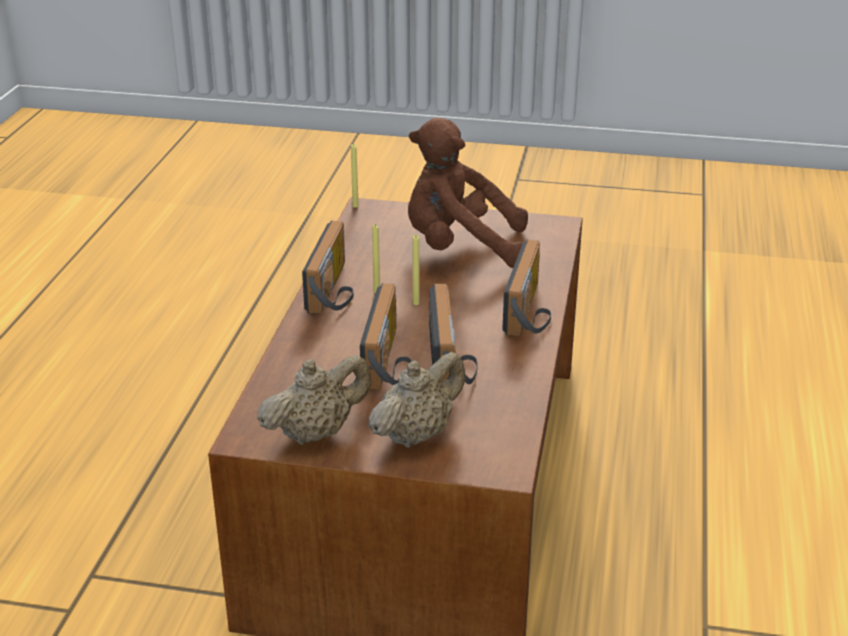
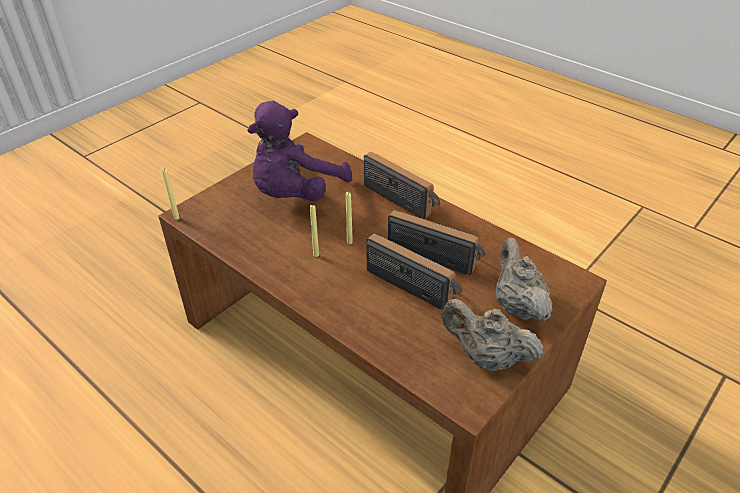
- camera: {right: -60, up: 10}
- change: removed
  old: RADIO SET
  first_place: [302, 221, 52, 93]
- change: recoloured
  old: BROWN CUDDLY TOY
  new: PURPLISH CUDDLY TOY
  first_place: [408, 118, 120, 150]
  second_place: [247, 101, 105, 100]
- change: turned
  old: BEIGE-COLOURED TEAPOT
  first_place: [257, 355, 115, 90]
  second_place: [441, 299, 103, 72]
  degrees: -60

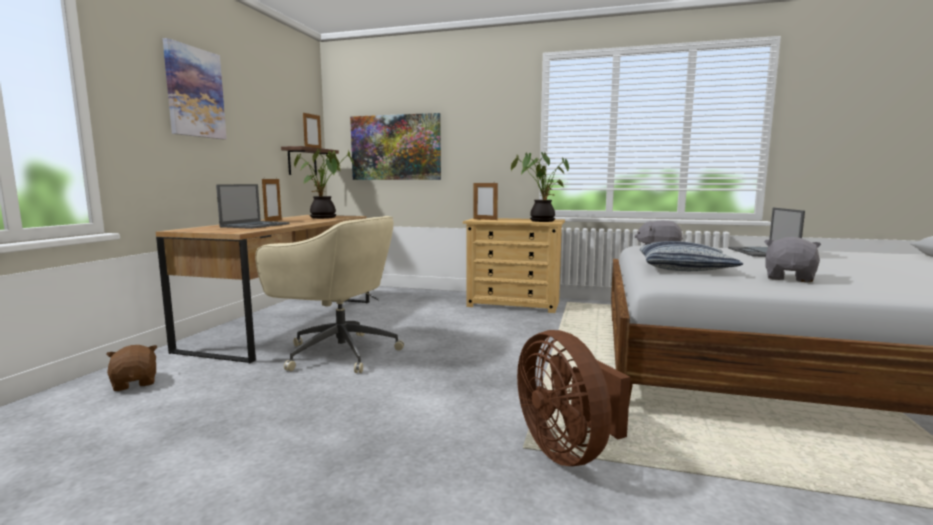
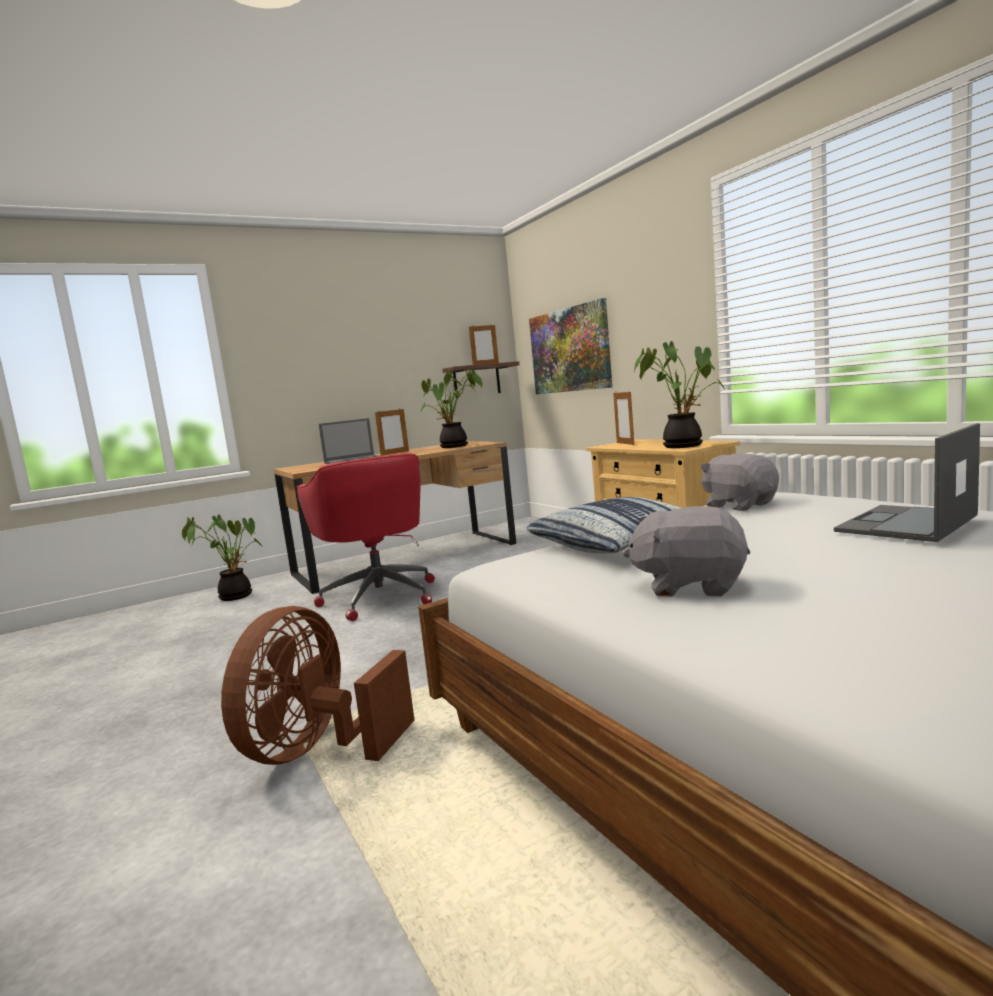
- camera: {right: 45, up: 0}
- change: removed
  old: PICTURE
  first_place: [163, 38, 64, 101]
- change: replaced
  old: BROWN CUDDLY TOY
  new: HOUSEPLANT
  first_place: [106, 345, 52, 46]
  second_place: [182, 514, 80, 87]
- change: recoloured
  old: BEIGE-COLOURED OFFICE CHAIR
  new: REDDISH OFFICE CHAIR
  first_place: [255, 216, 149, 157]
  second_place: [296, 453, 139, 168]
- change: turned
  old: GREYISH CUDDLY TOY
  first_place: [764, 237, 57, 45]
  second_place: [623, 506, 127, 91]
  degrees: -150

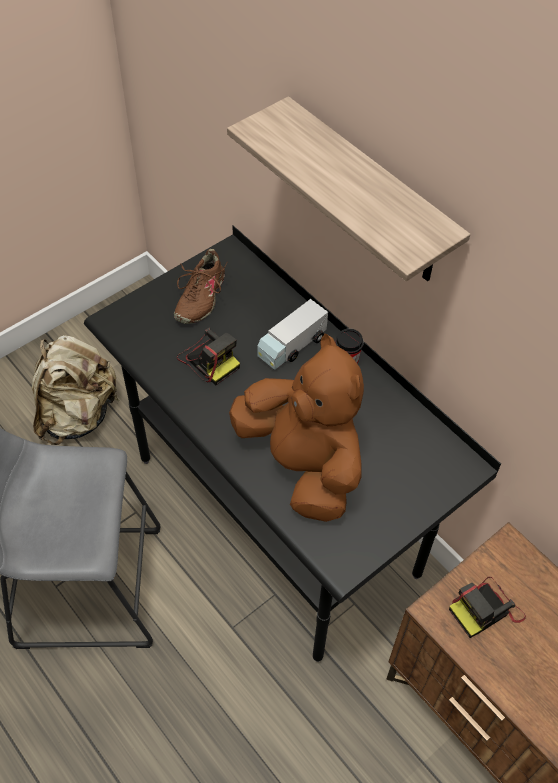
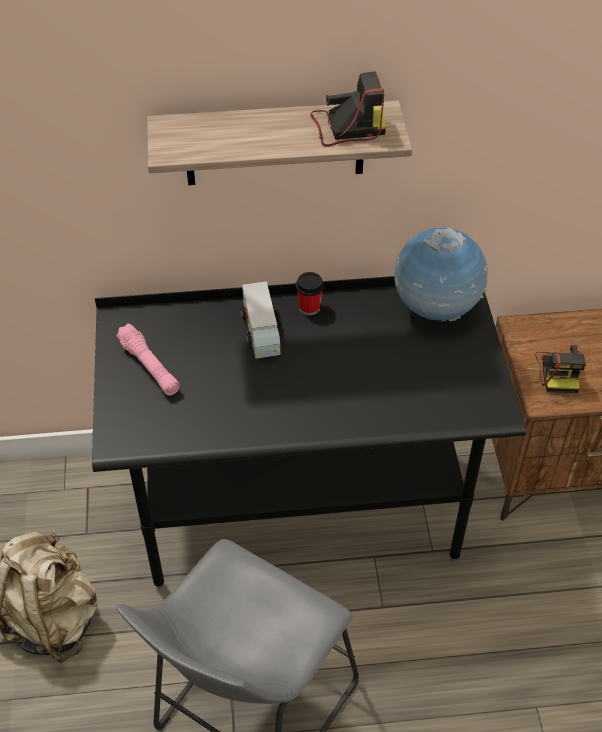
- camera: {right: -55, up: -5}
- change: removed
  old: BROWN CUDDLY TOY
  first_place: [229, 334, 135, 188]
- change: added
  new: DESK GLOBE
  second_place: [394, 227, 94, 95]
- change: moved
  old: STILL CAMERA
  first_place: [177, 327, 63, 58]
  second_place: [310, 71, 76, 76]
- change: replaced
  old: BROWN LOW SHOE
  new: PINKISH FLASHLIGHT
  first_place: [174, 249, 54, 75]
  second_place: [116, 323, 64, 73]

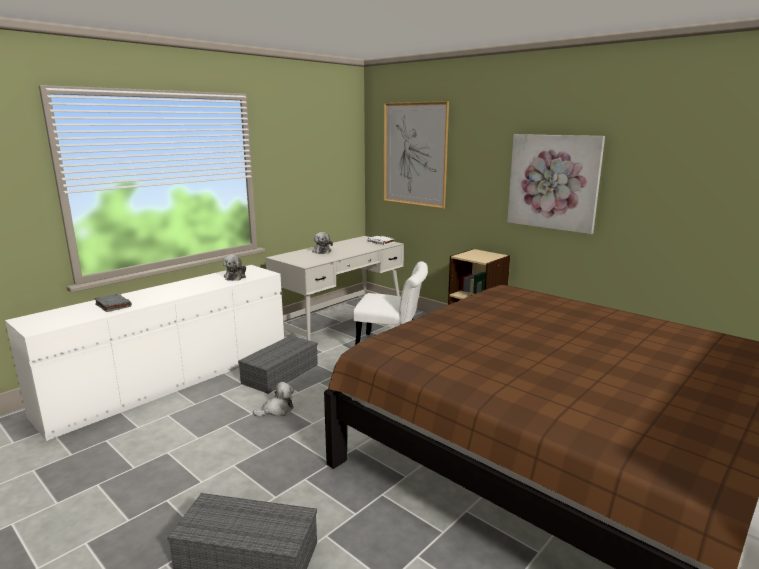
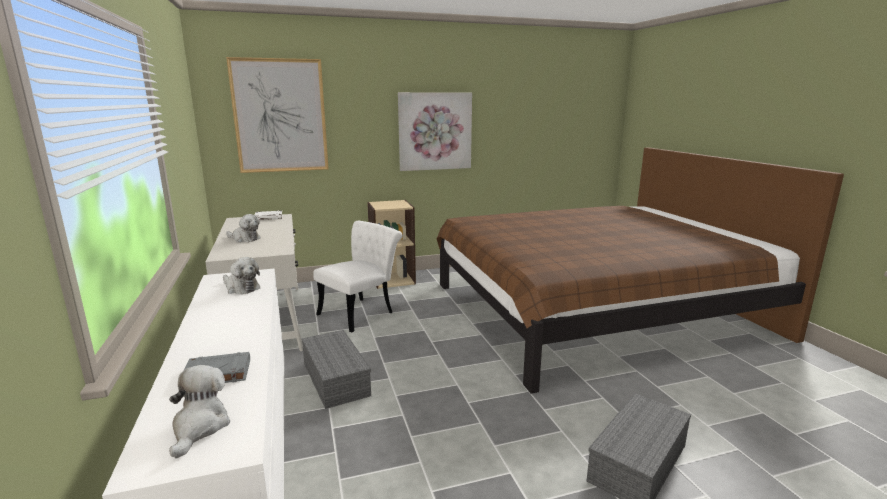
- camera: {right: -60, up: 0}
- change: moved
  old: CUDDLY TOY
  first_place: [253, 382, 41, 35]
  second_place: [169, 365, 61, 93]

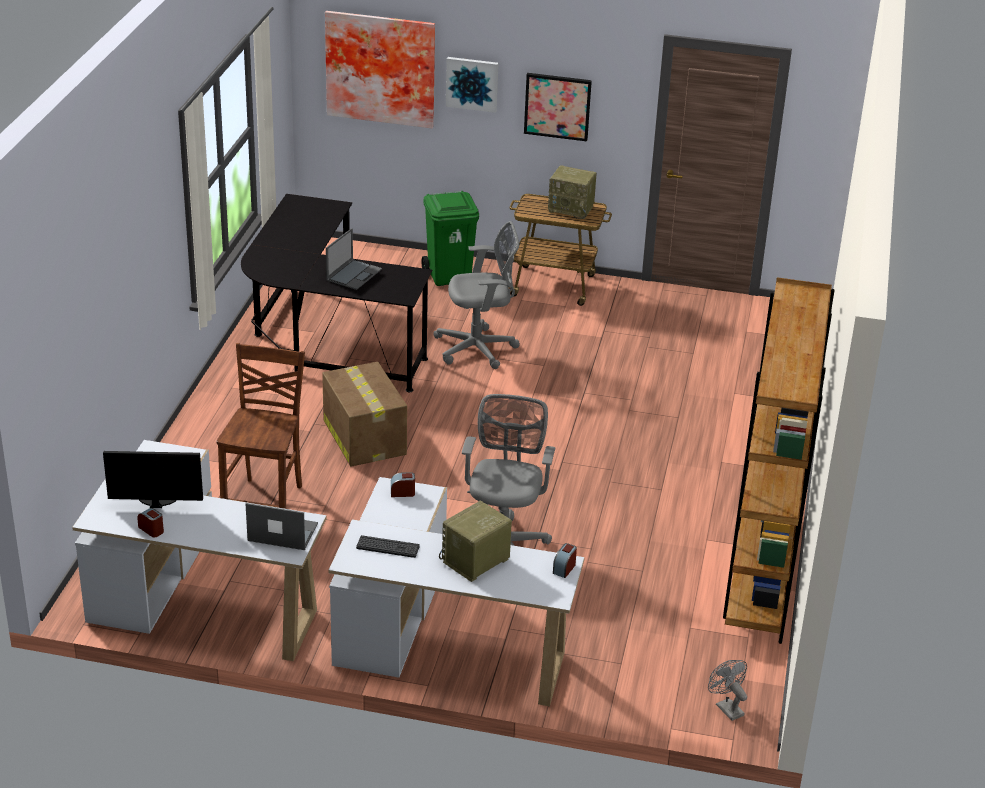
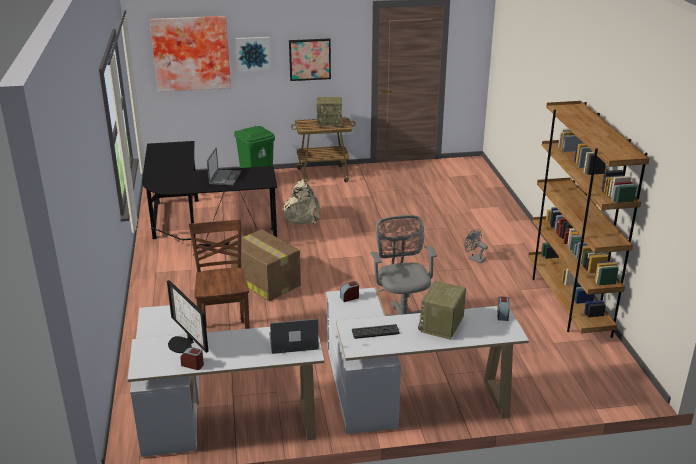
- camera: {right: -20, up: -5}
- change: moved
  old: GREYISH ELECTRIC FAN
  first_place: [708, 660, 39, 61]
  second_place: [464, 229, 24, 34]
- change: replaced
  old: GREYISH OFFICE CHAIR
  new: BEIGE-COLOURED BACKPACK
  first_place: [433, 221, 87, 148]
  second_place: [282, 180, 40, 45]
- change: turned
  old: COMPUTER SCREEN
  first_place: [103, 451, 100, 57]
  second_place: [167, 280, 42, 73]
  degrees: -105

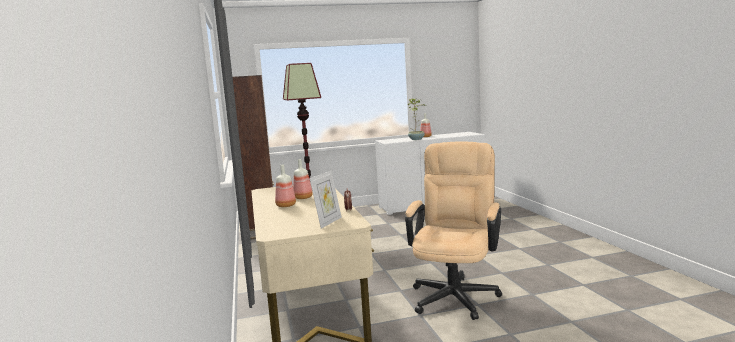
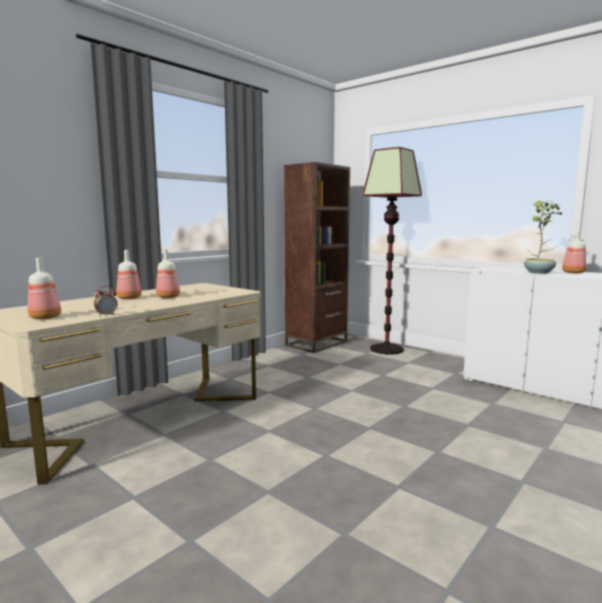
- camera: {right: 55, up: 0}
- change: removed
  old: BEIGE-COLOURED OFFICE CHAIR
  first_place: [405, 141, 97, 179]
- change: replaced
  old: PICTURE FRAME
  new: BOTTLE
  first_place: [310, 171, 31, 58]
  second_place: [28, 258, 33, 61]

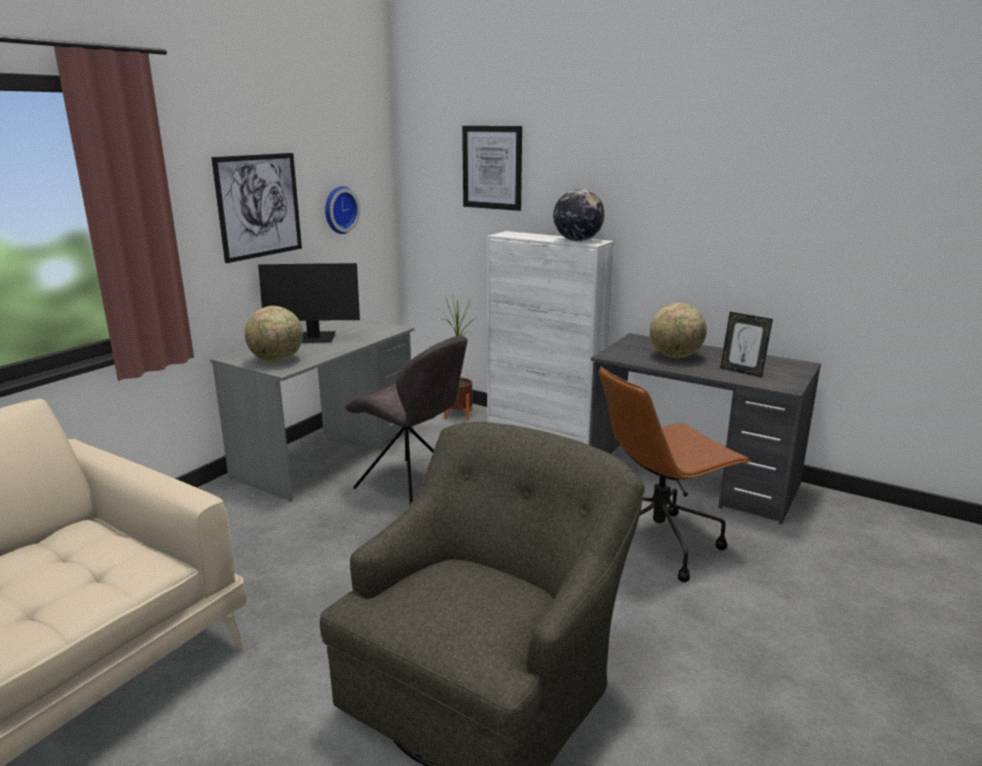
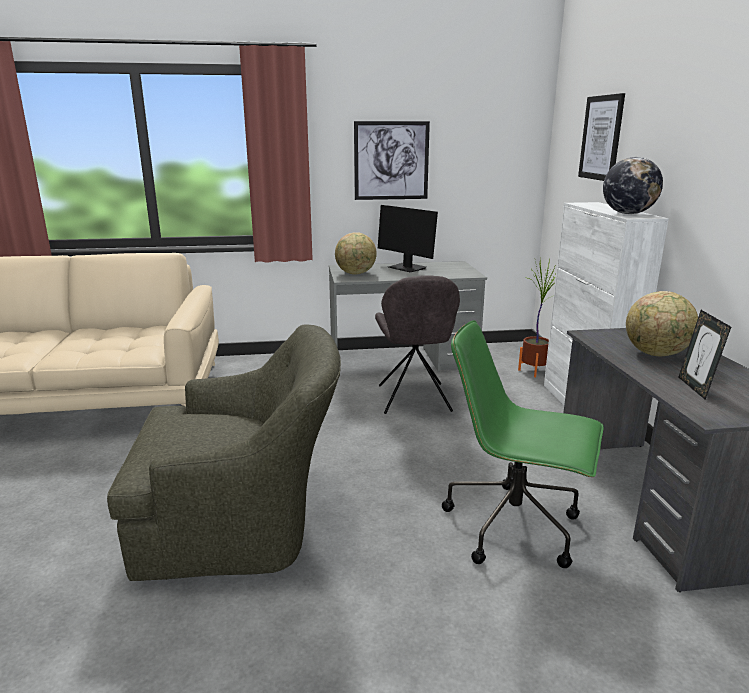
- camera: {right: 50, up: 0}
- change: removed
  old: WALL CLOCK
  first_place: [325, 186, 35, 48]
- change: recoloured
  old: BROWN OFFICE CHAIR
  new: GREENISH OFFICE CHAIR
  first_place: [599, 367, 152, 215]
  second_place: [442, 320, 161, 248]

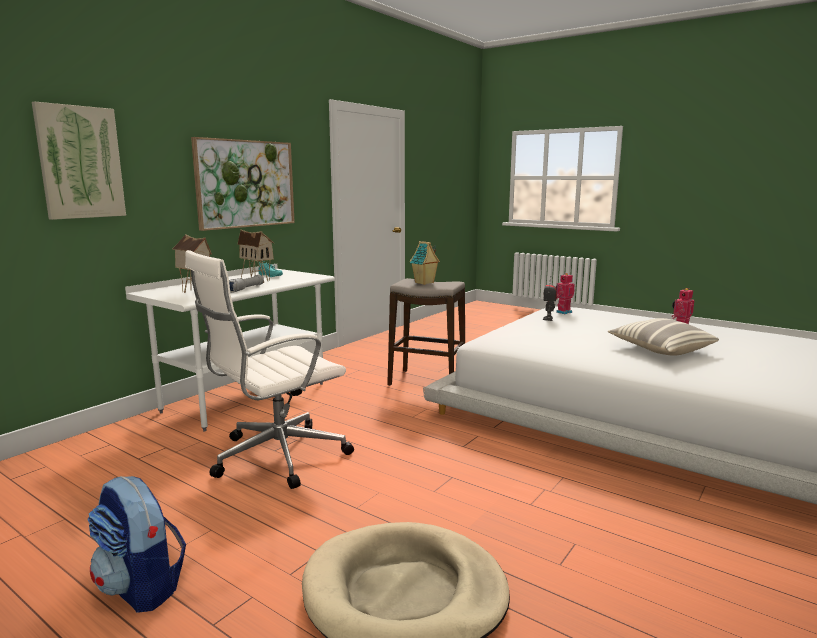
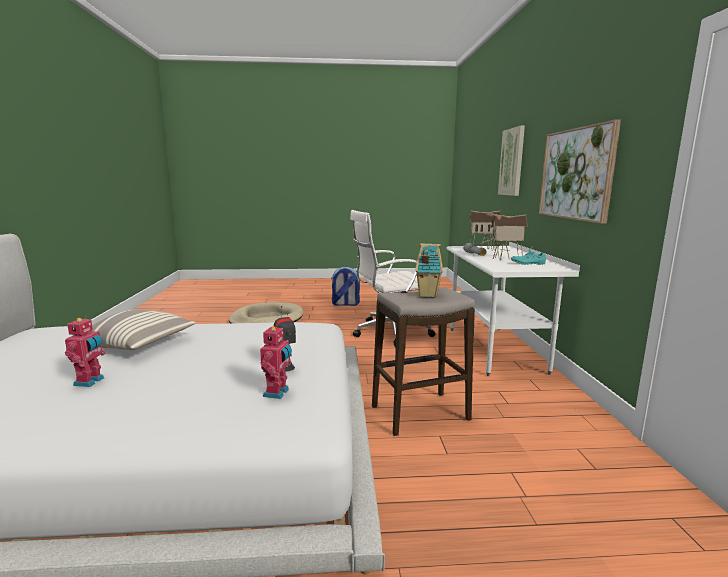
- camera: {right: 140, up: 0}
- change: turned
  old: WHITE OFFICE CHAIR
  first_place: [185, 250, 169, 239]
  second_place: [350, 210, 85, 137]
  degrees: -120

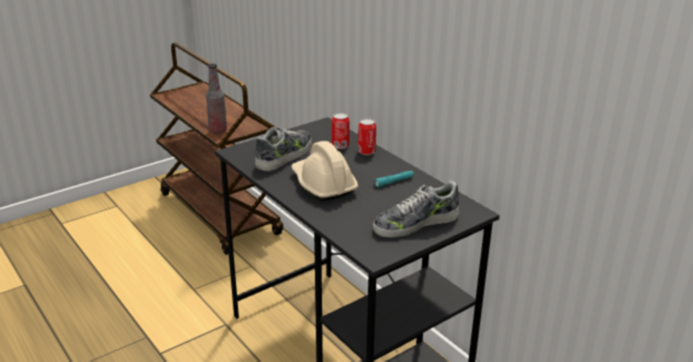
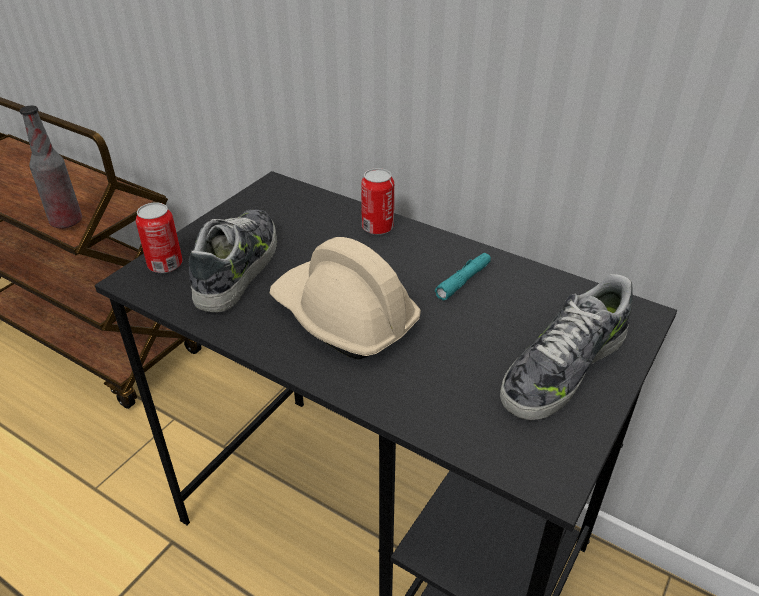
- camera: {right: -20, up: 10}
- change: moved
  old: CAN
  first_place: [332, 113, 18, 36]
  second_place: [136, 202, 46, 71]

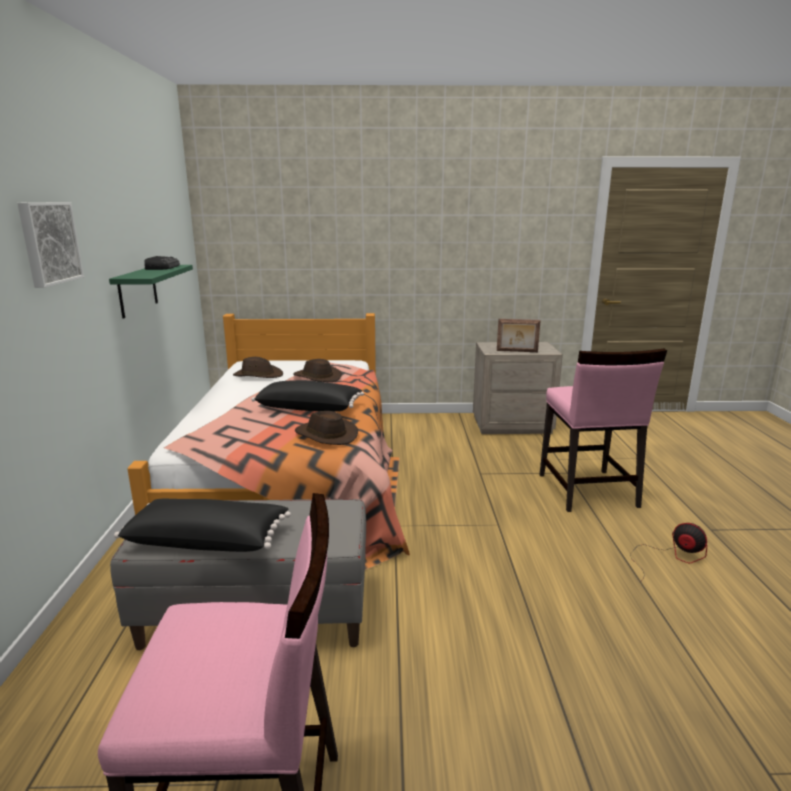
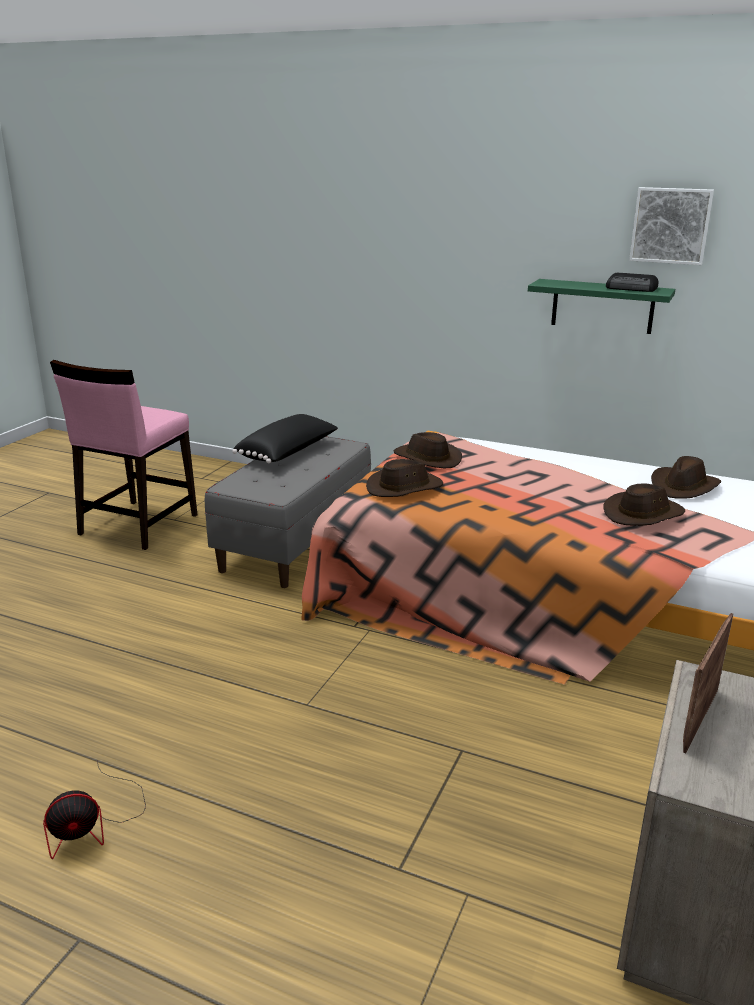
- camera: {right: 115, up: 5}
- change: removed
  old: BLACKISH PILLOW
  first_place: [251, 380, 113, 31]
- change: removed
  old: PINKISH PLAIN CHAIR
  first_place: [540, 348, 127, 164]
- change: added
  new: BROWN HAT
  second_place: [394, 432, 68, 36]
- change: moved
  old: PICTURE
  first_place: [17, 202, 67, 86]
  second_place: [629, 187, 85, 78]

